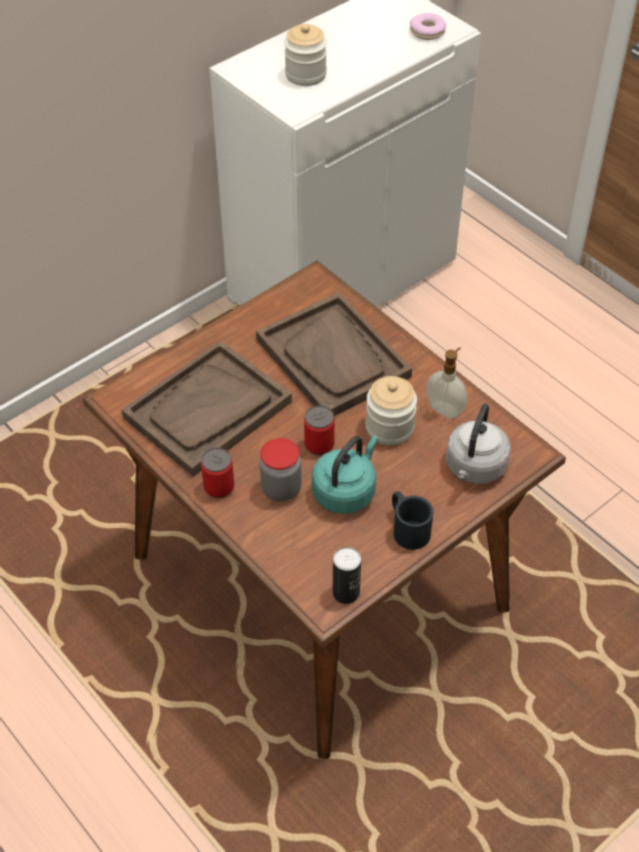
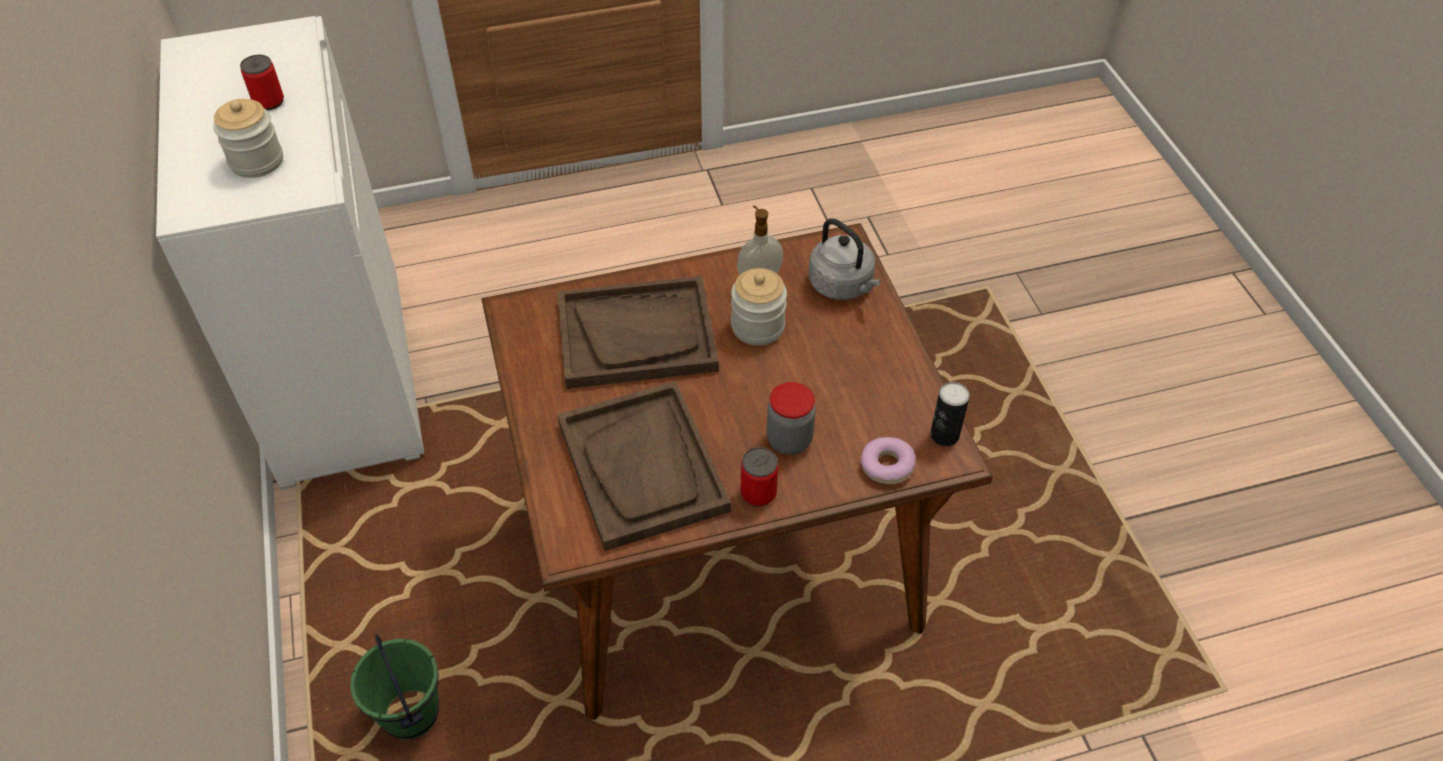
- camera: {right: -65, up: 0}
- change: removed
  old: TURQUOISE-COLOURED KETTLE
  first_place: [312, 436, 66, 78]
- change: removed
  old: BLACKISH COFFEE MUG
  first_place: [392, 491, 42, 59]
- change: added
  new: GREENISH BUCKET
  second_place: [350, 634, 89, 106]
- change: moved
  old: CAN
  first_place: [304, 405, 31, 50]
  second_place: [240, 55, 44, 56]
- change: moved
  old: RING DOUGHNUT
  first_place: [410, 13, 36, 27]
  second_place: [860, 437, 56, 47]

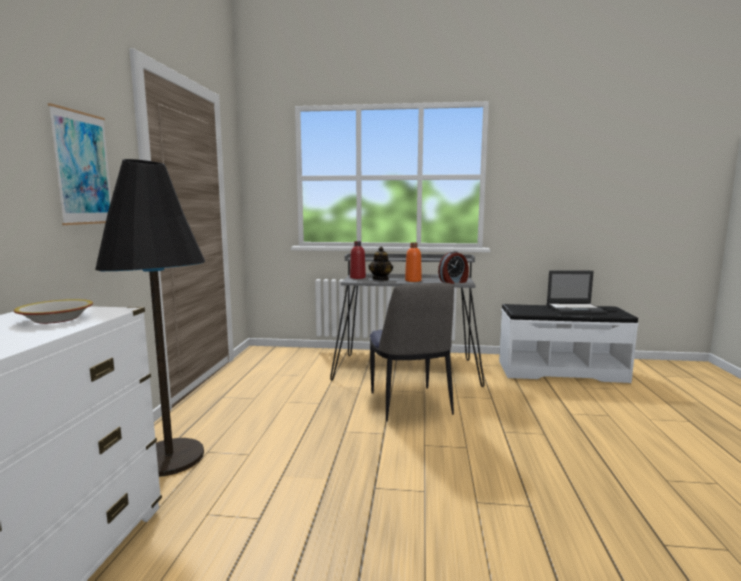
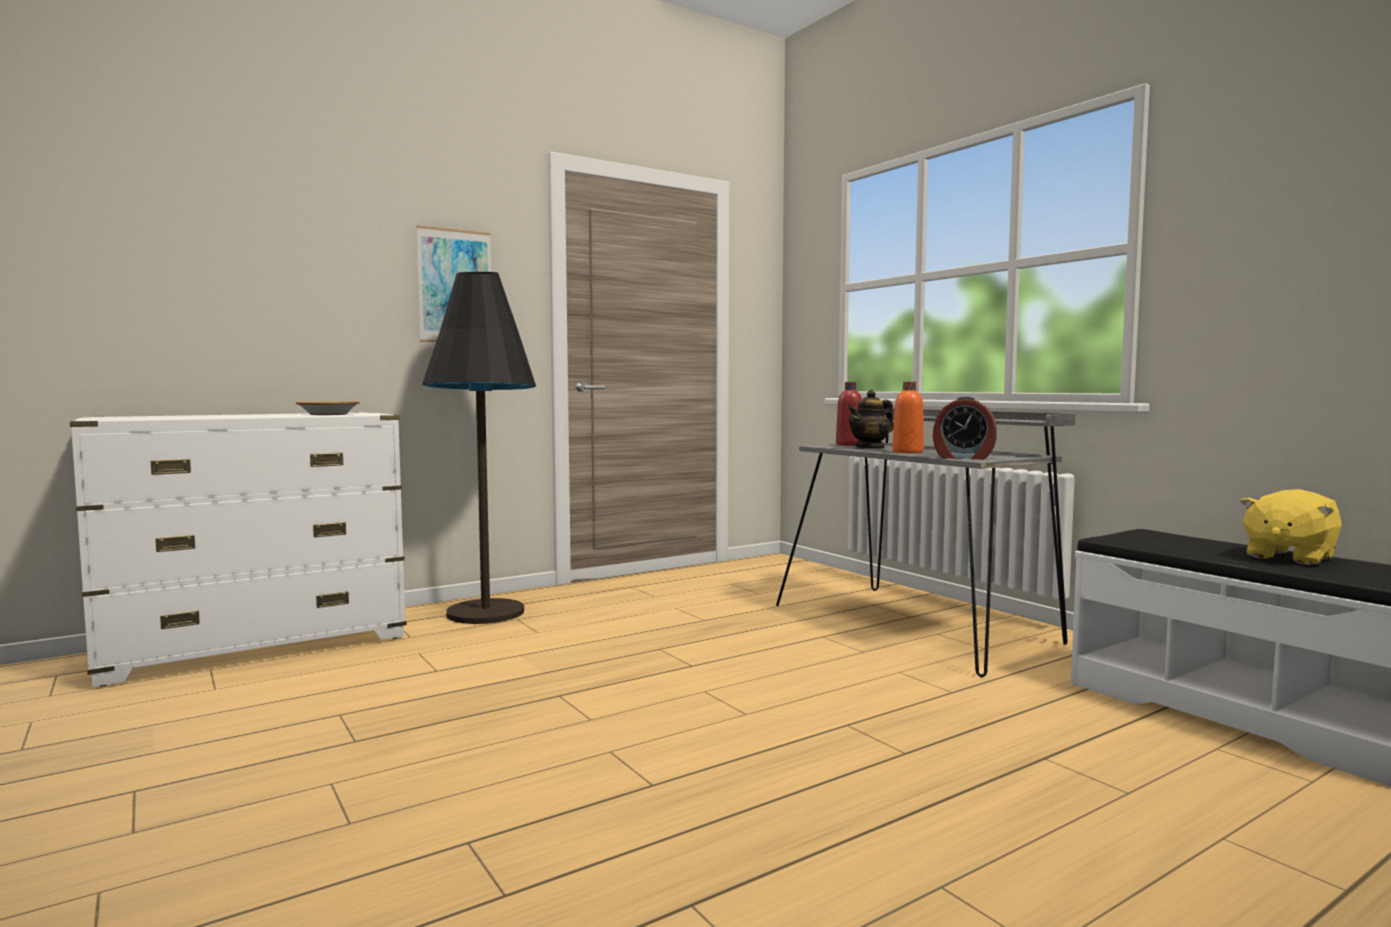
- camera: {right: 50, up: -5}
- change: removed
  old: PLAIN CHAIR
  first_place: [370, 283, 84, 139]
- change: replaced
  old: LAPTOP
  new: YELLOWISH CUDDLY TOY
  first_place: [546, 271, 61, 42]
  second_place: [1240, 489, 102, 76]

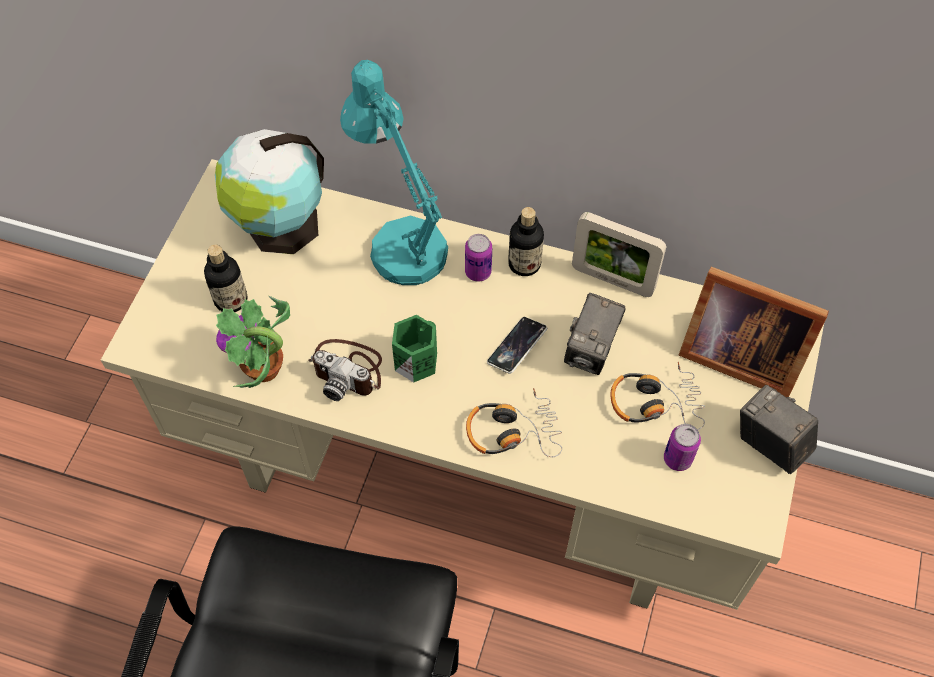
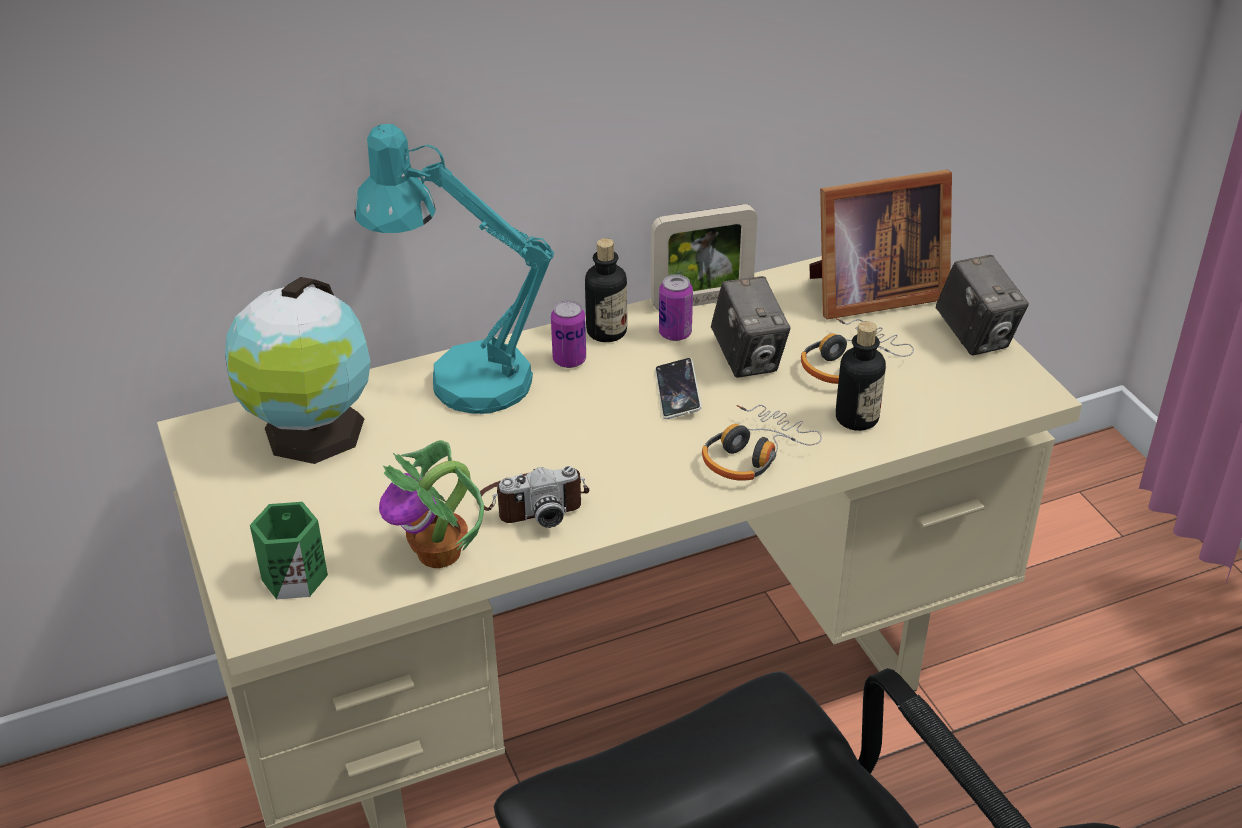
- camera: {right: -40, up: -20}
- change: moved
  old: BOTTLE
  first_place: [204, 245, 44, 67]
  second_place: [836, 321, 50, 110]
- change: moved
  old: GREENISH COFFEE MUG
  first_place: [392, 315, 45, 67]
  second_place: [250, 502, 78, 97]
- change: moved
  old: CAN
  first_place: [664, 424, 37, 47]
  second_place: [659, 274, 34, 67]
- change: turned
  old: STILL CAMERA
  first_place: [740, 385, 78, 89]
  second_place: [936, 255, 93, 101]
  degrees: -120

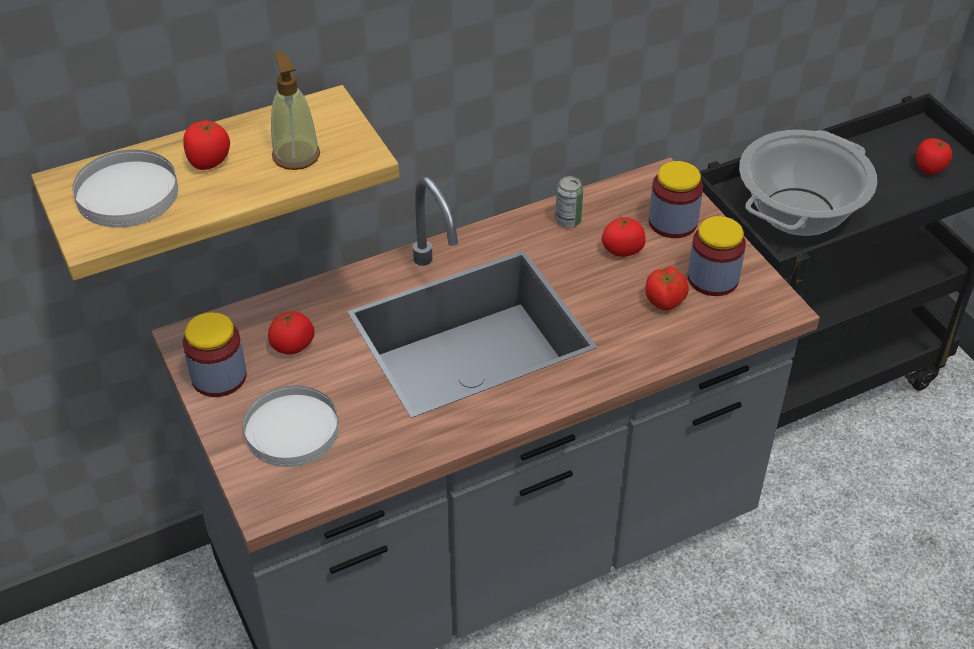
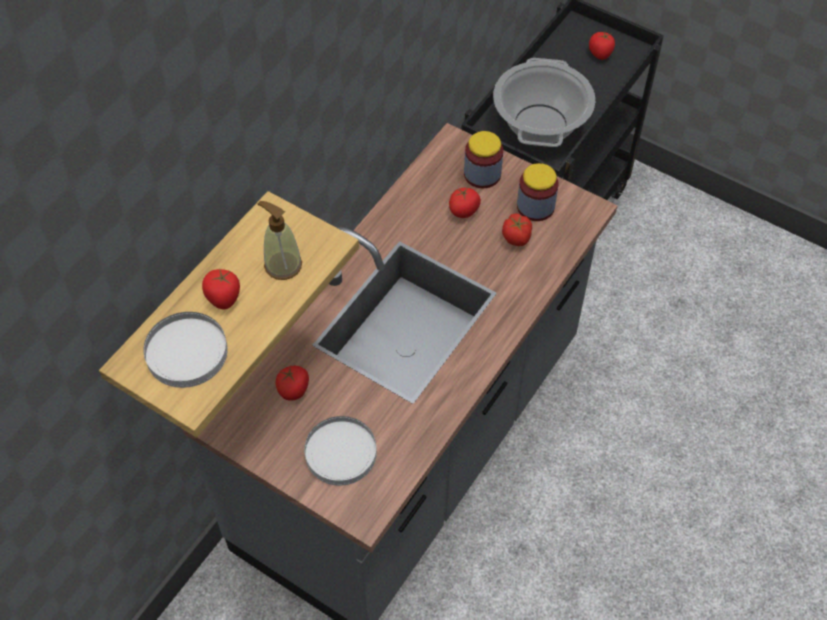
- camera: {right: -30, up: 10}
- change: removed
  old: PRESERVE JAR
  first_place: [183, 312, 64, 85]
- change: removed
  old: CAN
  first_place: [555, 176, 28, 52]

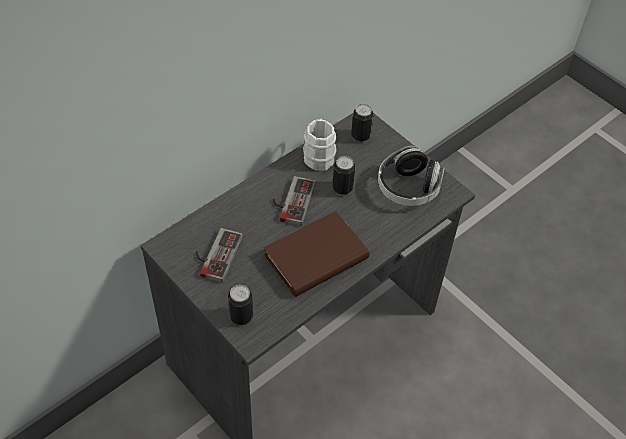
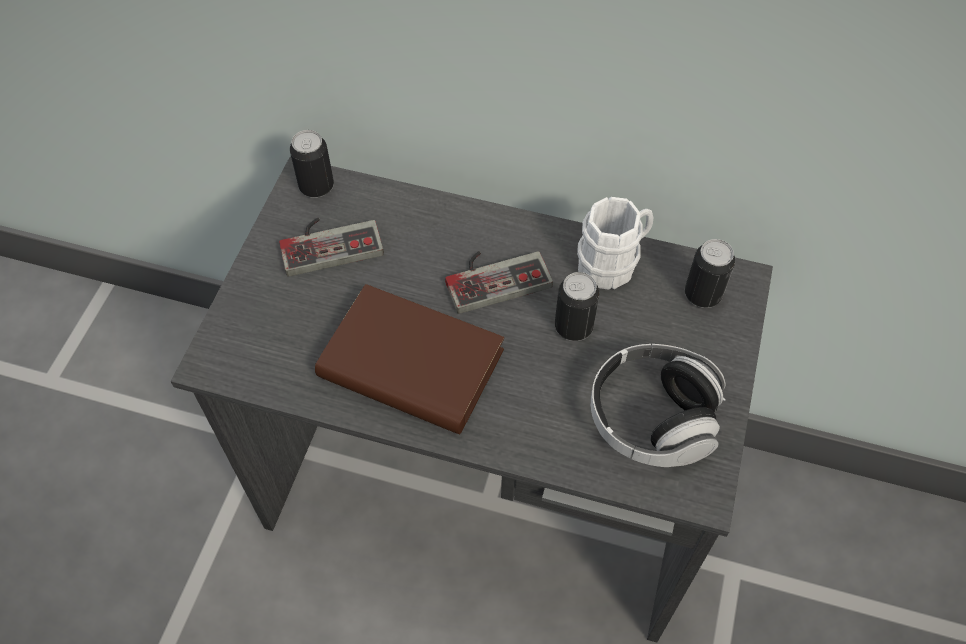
- camera: {right: 60, up: 5}
- change: moved
  old: CAN
  first_place: [228, 285, 25, 40]
  second_place: [290, 130, 44, 68]

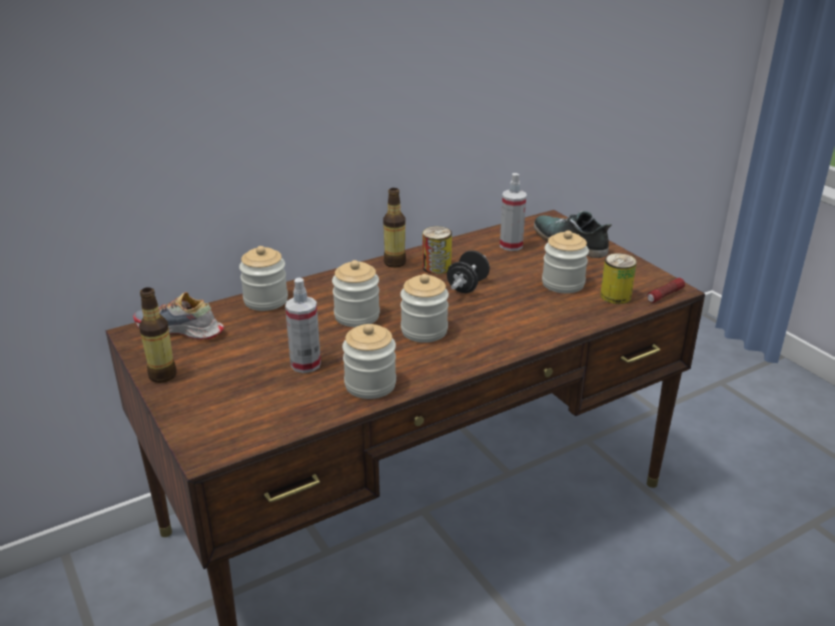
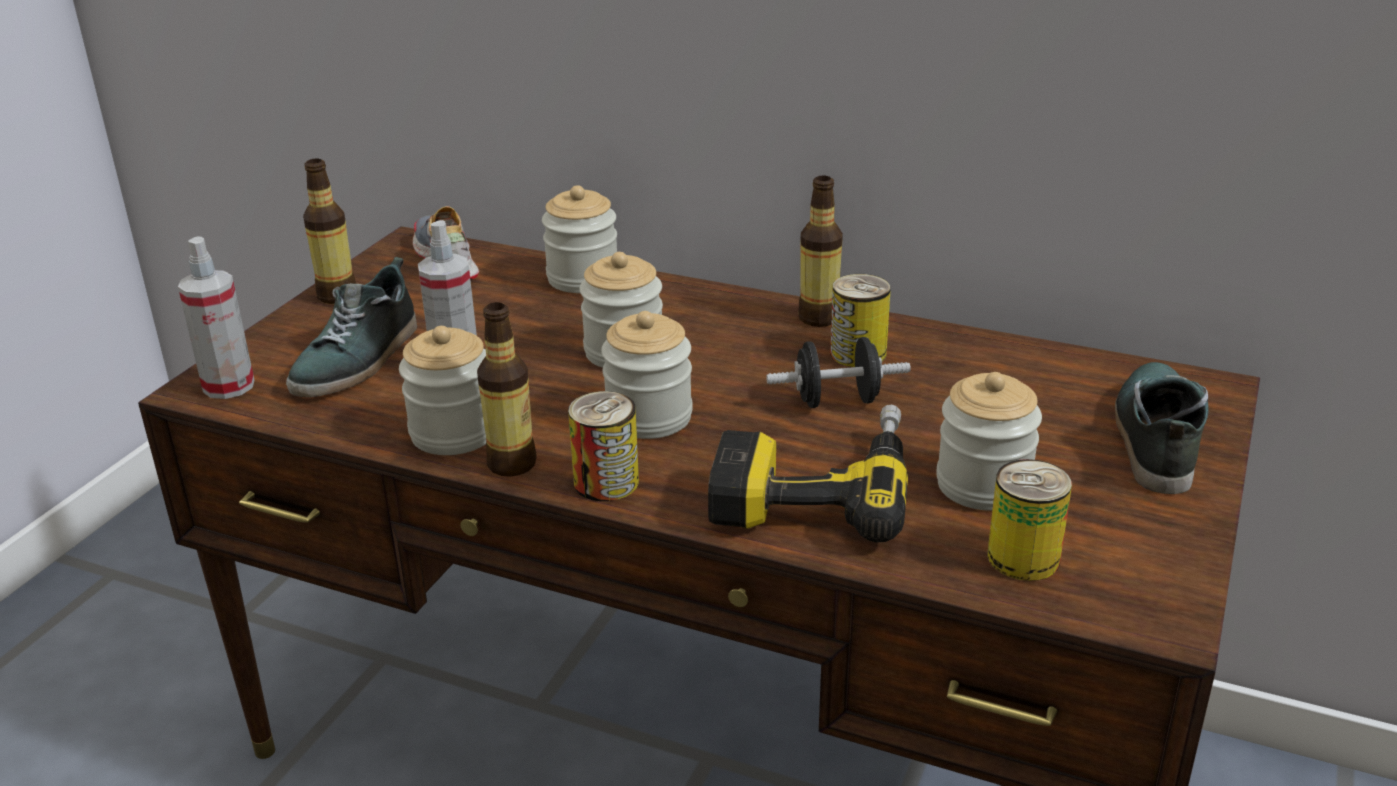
- camera: {right: 55, up: 0}
- change: removed
  old: FLASHLIGHT
  first_place: [647, 278, 38, 25]
- change: added
  new: LOW SHOE
  second_place: [286, 257, 131, 140]
- change: added
  new: BOTTLE
  second_place: [477, 302, 60, 175]
- change: added
  new: CAN
  second_place: [568, 391, 71, 110]
- change: added
  new: POWER DRILL
  second_place: [708, 405, 200, 138]
- change: moved
  old: HAND SPRAYER
  first_place: [500, 173, 27, 78]
  second_place: [178, 236, 77, 163]

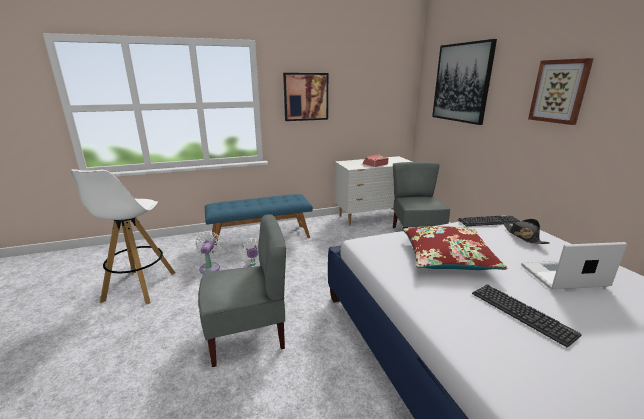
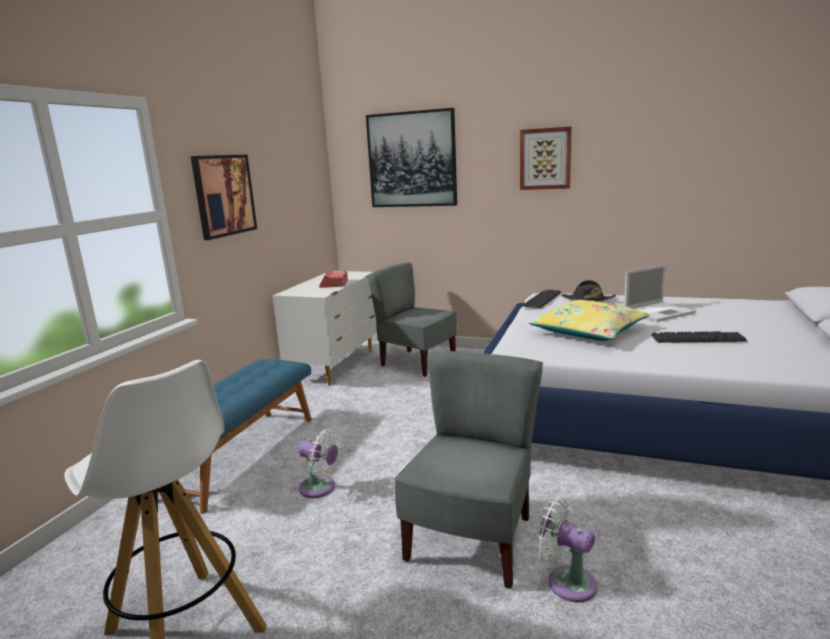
- camera: {right: -50, up: -5}
- change: moved
  old: WHITE ELECTRIC FAN
  first_place: [196, 231, 27, 43]
  second_place: [534, 498, 64, 104]
- change: recoloured
  old: REDDISH PILLOW
  new: YELLOWISH PILLOW
  first_place: [403, 226, 104, 44]
  second_place: [529, 300, 121, 41]
- change: turned
  old: LAPTOP
  first_place: [521, 242, 106, 48]
  second_place: [624, 264, 72, 58]
  degrees: -150

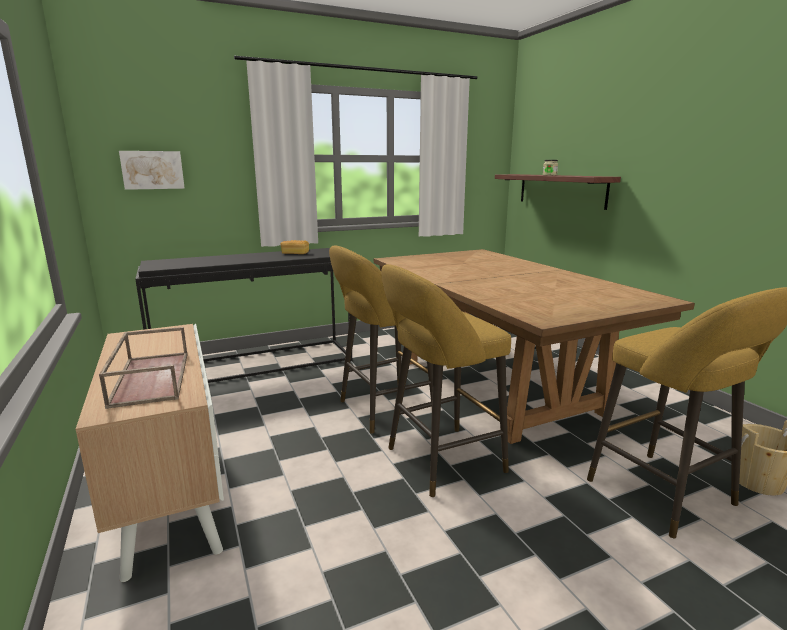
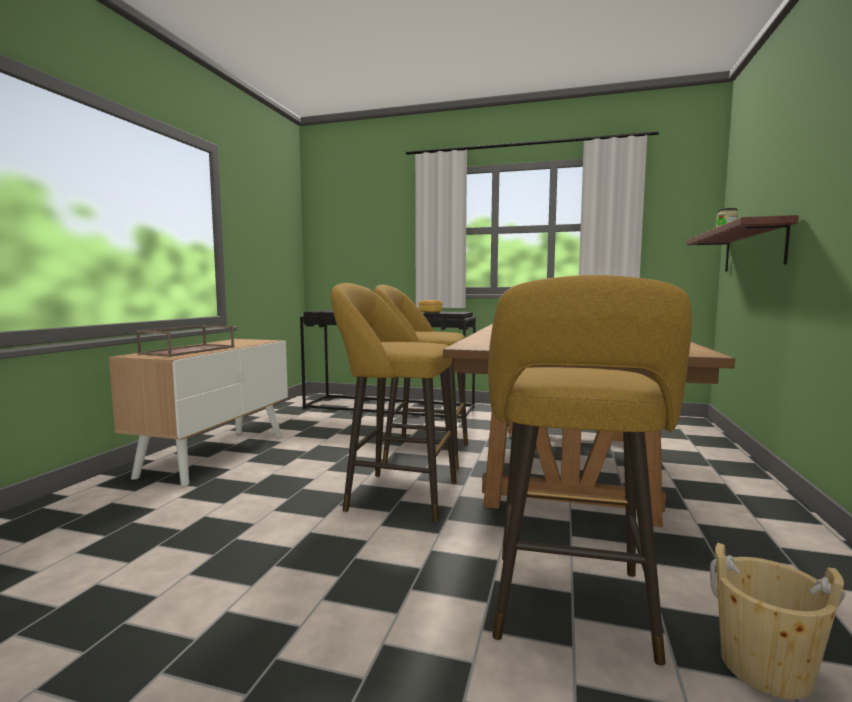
- camera: {right: 40, up: -10}
- change: removed
  old: PICTURE
  first_place: [119, 151, 66, 39]

